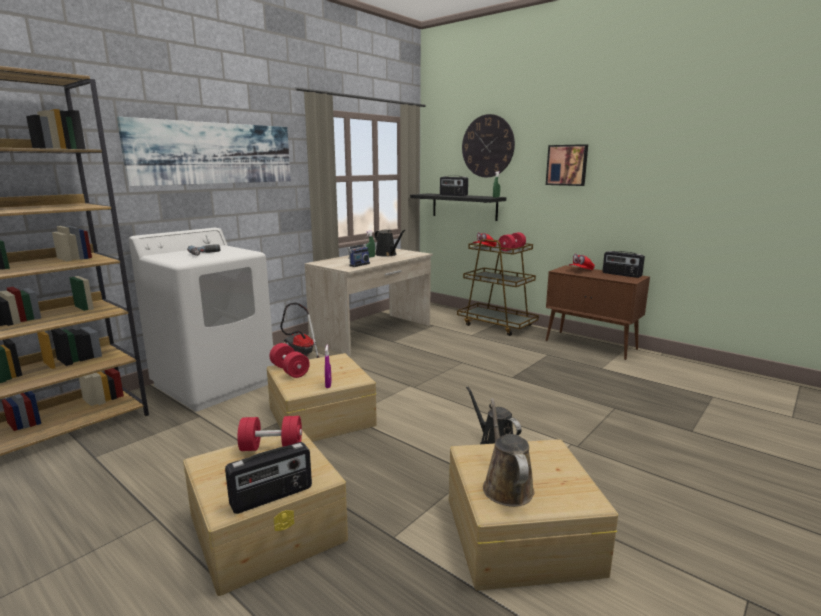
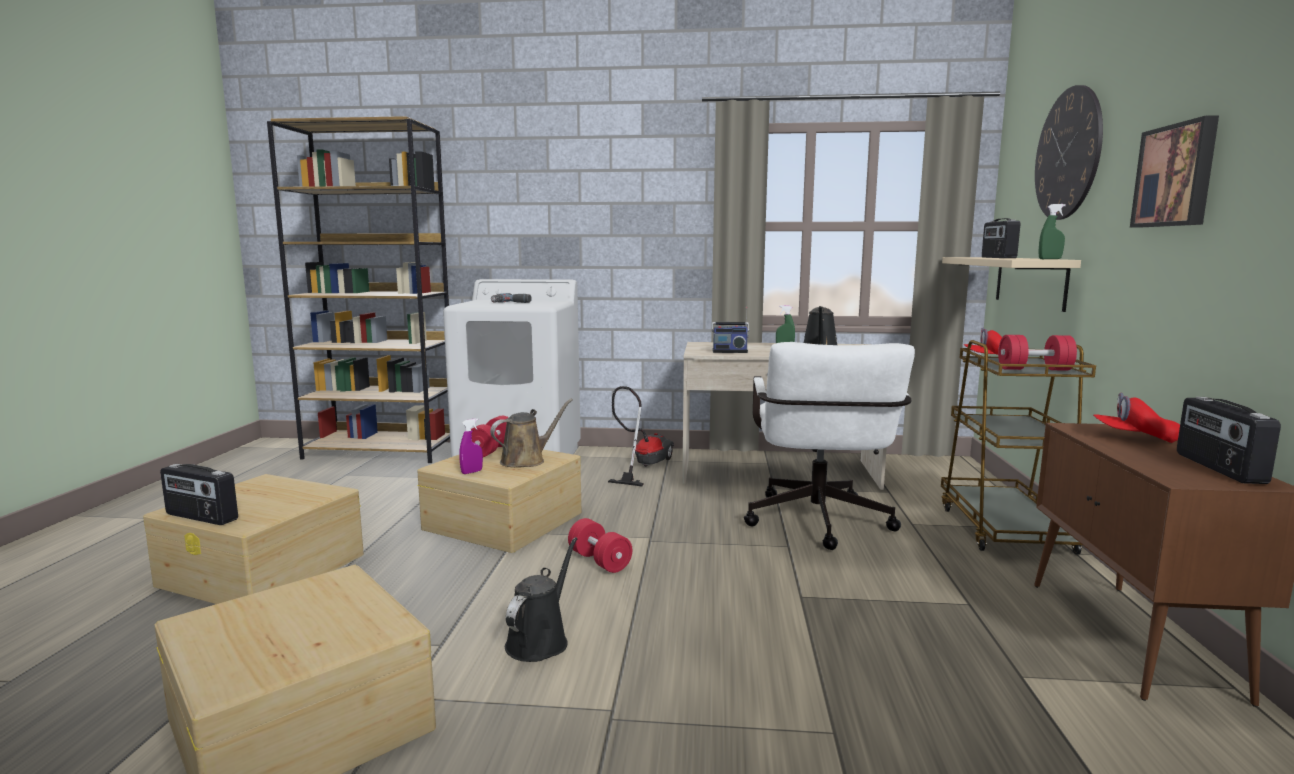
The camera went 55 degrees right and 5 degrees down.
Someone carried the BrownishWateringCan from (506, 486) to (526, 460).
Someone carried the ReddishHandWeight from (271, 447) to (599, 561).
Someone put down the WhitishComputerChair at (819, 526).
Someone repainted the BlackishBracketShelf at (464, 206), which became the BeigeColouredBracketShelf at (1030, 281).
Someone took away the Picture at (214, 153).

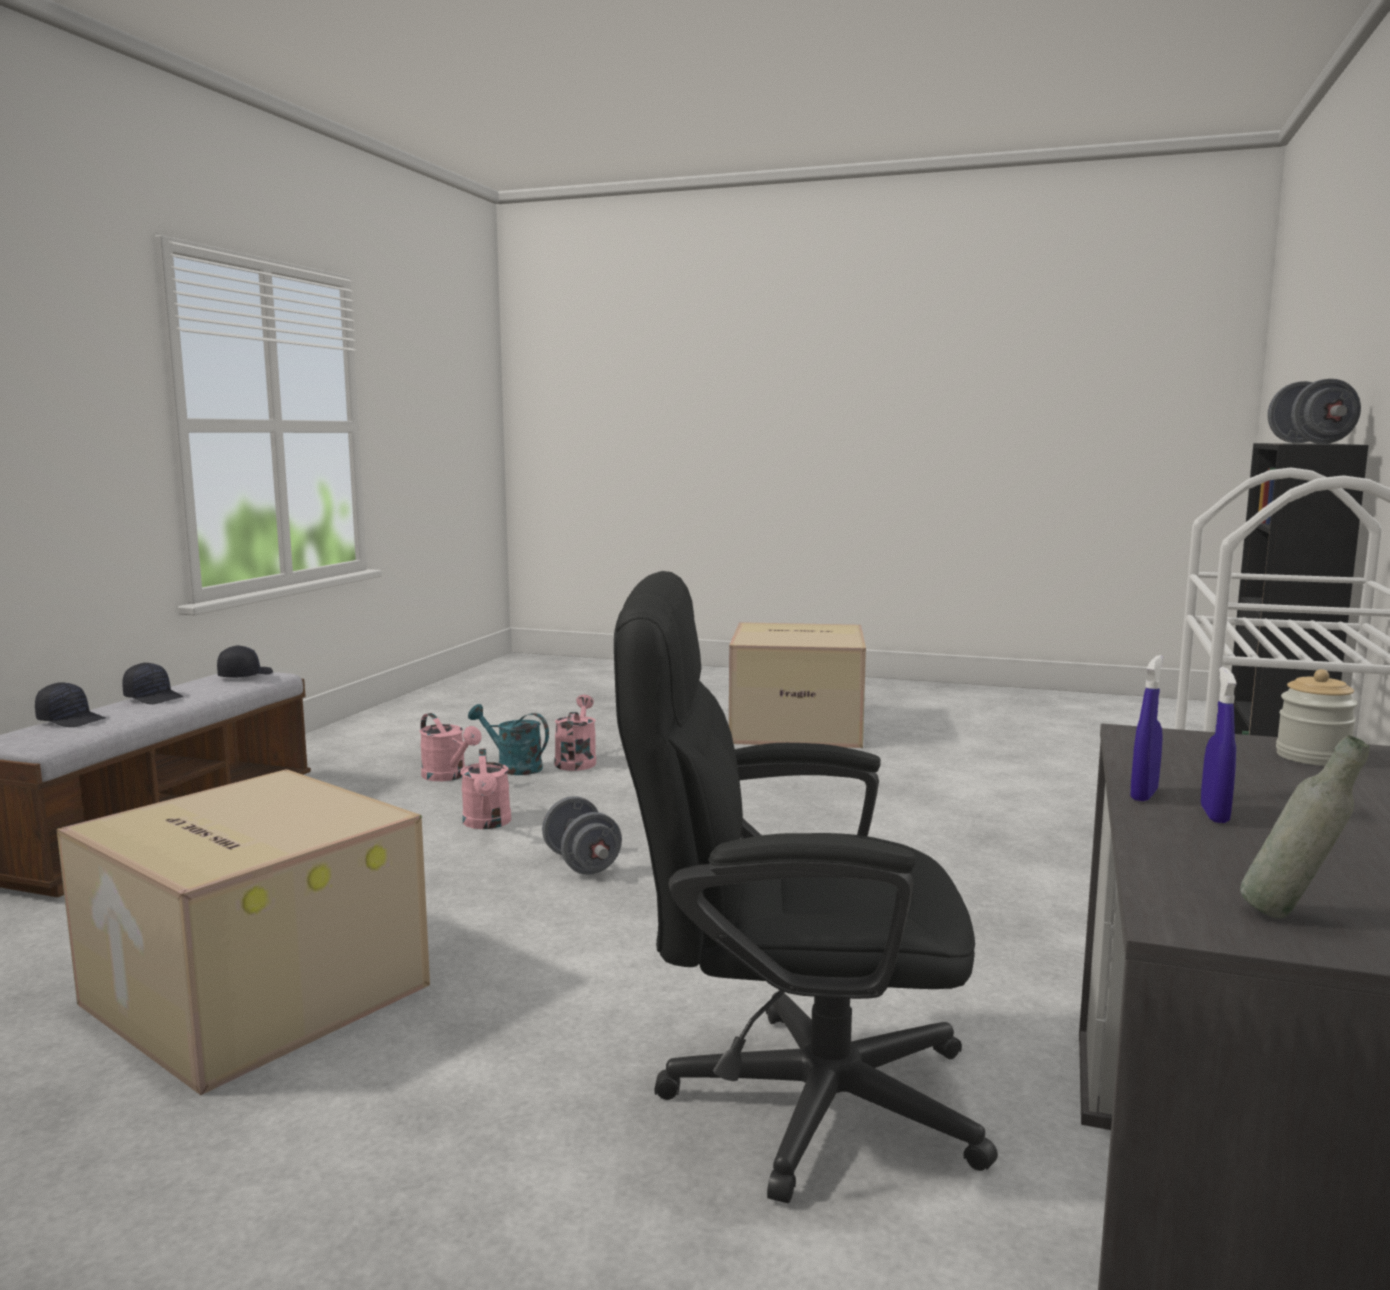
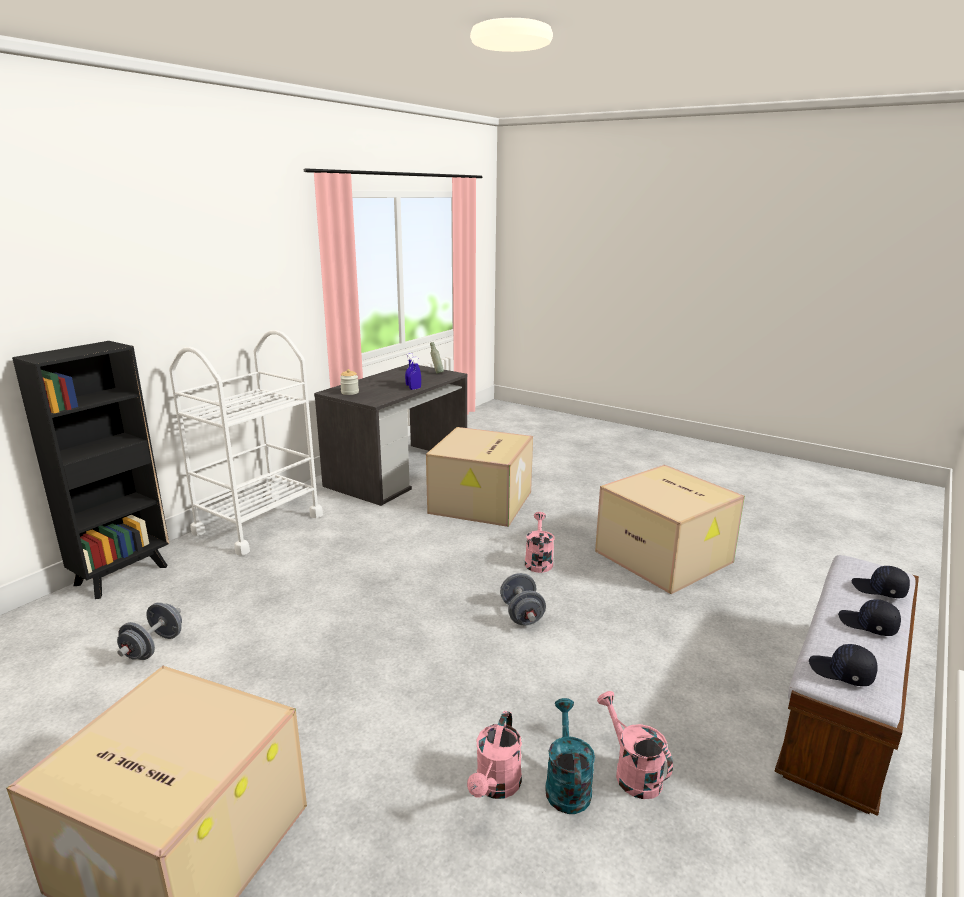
The camera went 165 degrees left and 10 degrees up.
Someone carried the GreyishHandWeight from (1309, 443) to (153, 647).
Someone swapped the BlackishComputerChair at (791, 1098) for the Carton at (481, 503).
Someone carried the PinkWateringCan from (487, 824) to (538, 561).
Someone rotated the BlueGreenWateringCan at (513, 767) by 135 degrees counterclockwise.
Someone rotated the BlackishPeakedCap at (245, 675) by 90 degrees clockwise.

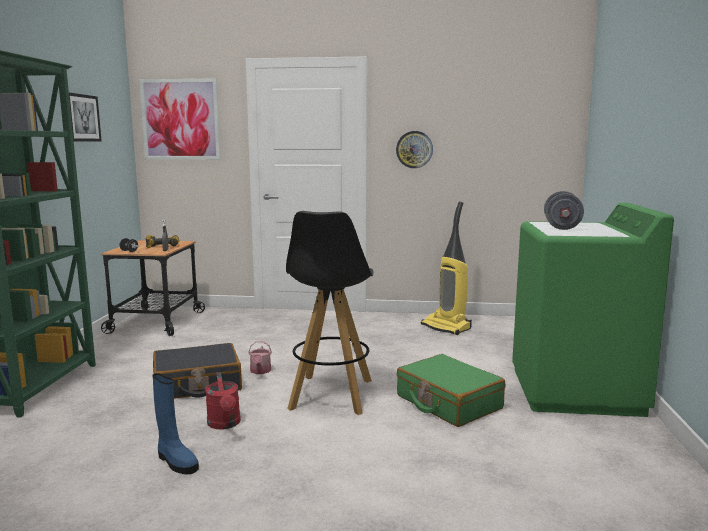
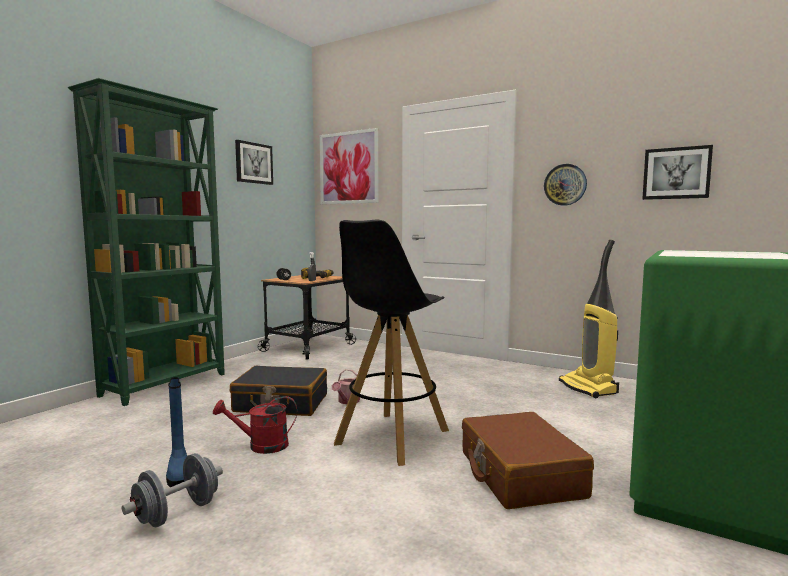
The camera went 25 degrees right and 5 degrees down.
Someone carried the GreyishHandWeight from (561, 227) to (177, 513).
Someone rotated the ReddishWateringCan at (225, 424) by 75 degrees clockwise.
Someone repainted the GreenishPieceOfLuggage at (448, 402), which became the BrownishPieceOfLuggage at (520, 474).
Someone put up the Picture at (676, 173).

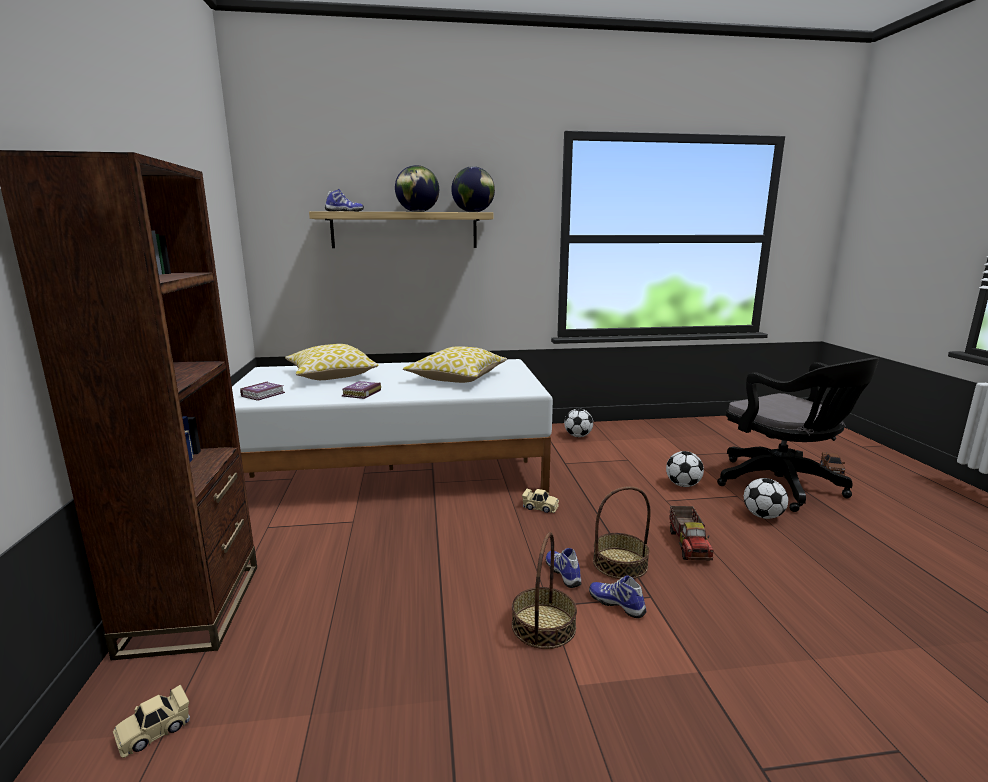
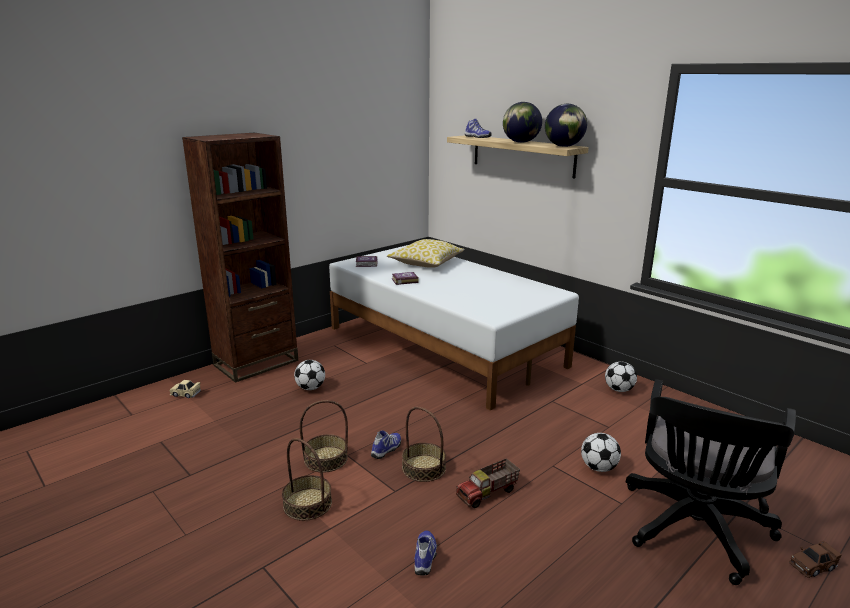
The camera went 55 degrees right and 5 degrees up.
Someone put down the StorageBasket at (307, 504).
Someone carried the BallForFootball from (762, 516) to (310, 388).
Someone carried the Shoe from (617, 604) to (425, 557).
Someone took away the Cushion at (457, 378).
Someone took away the BeigeColouredMiniatureCar at (540, 507).

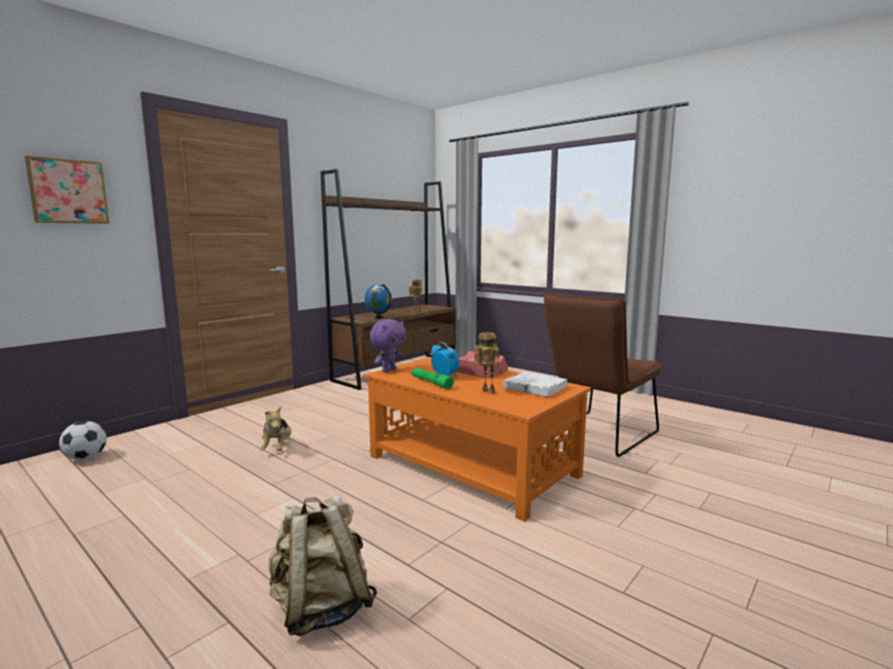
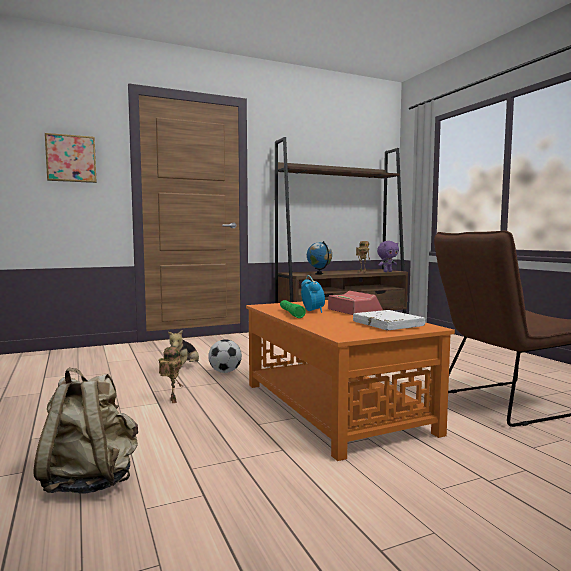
The camera went 25 degrees right and 5 degrees down.
Someone carried the RobotFigure from (486, 392) to (171, 401).
Someone carried the BallForFootball from (86, 458) to (225, 372).
Someone carried the PurplishSoftToy from (388, 370) to (387, 271).

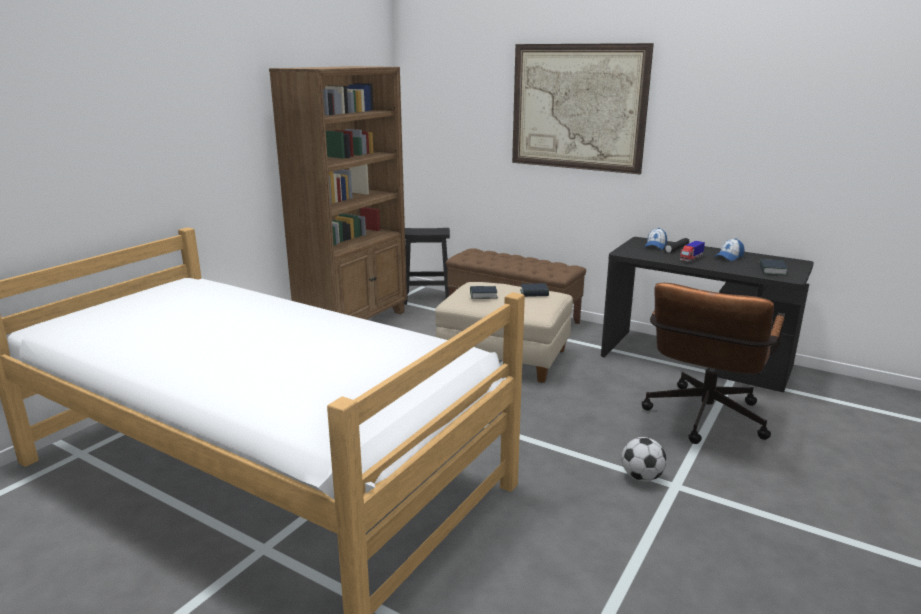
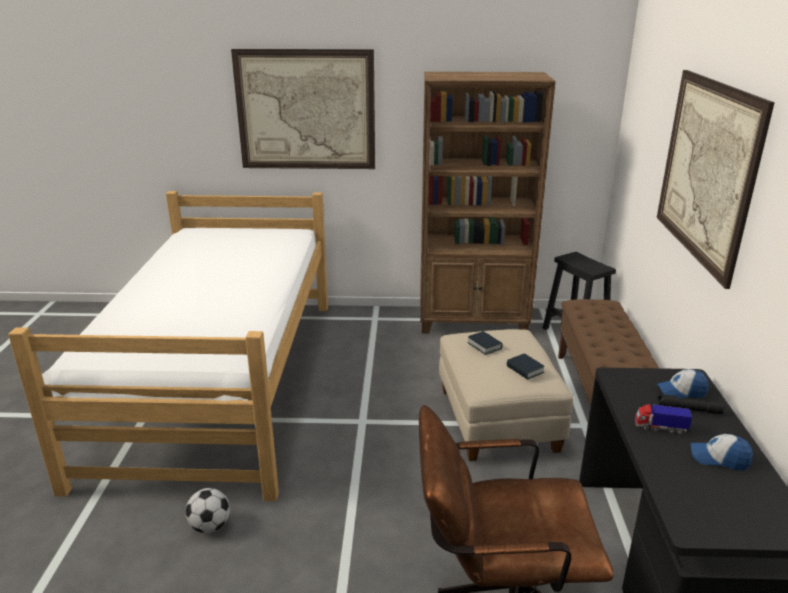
The camera went 60 degrees right and 5 degrees up.
Someone carried the BallForFootball from (641, 477) to (210, 526).
Someone put up the Picture at (306, 110).
Someone took away the BoundBook at (772, 271).

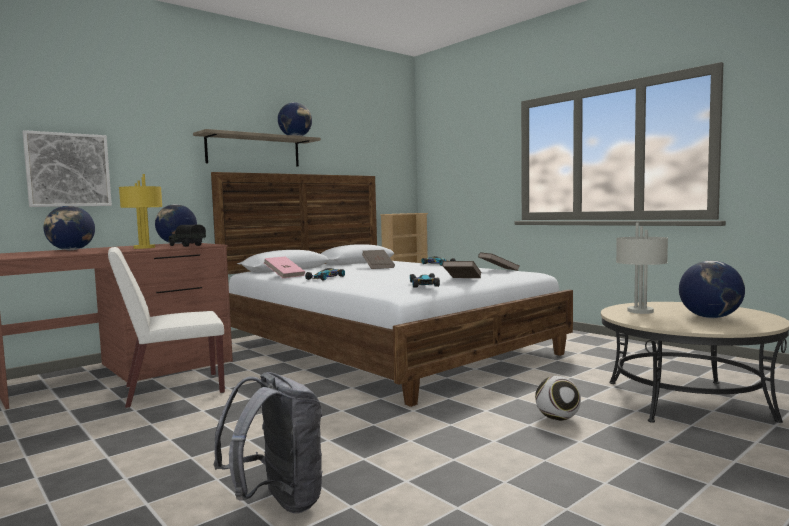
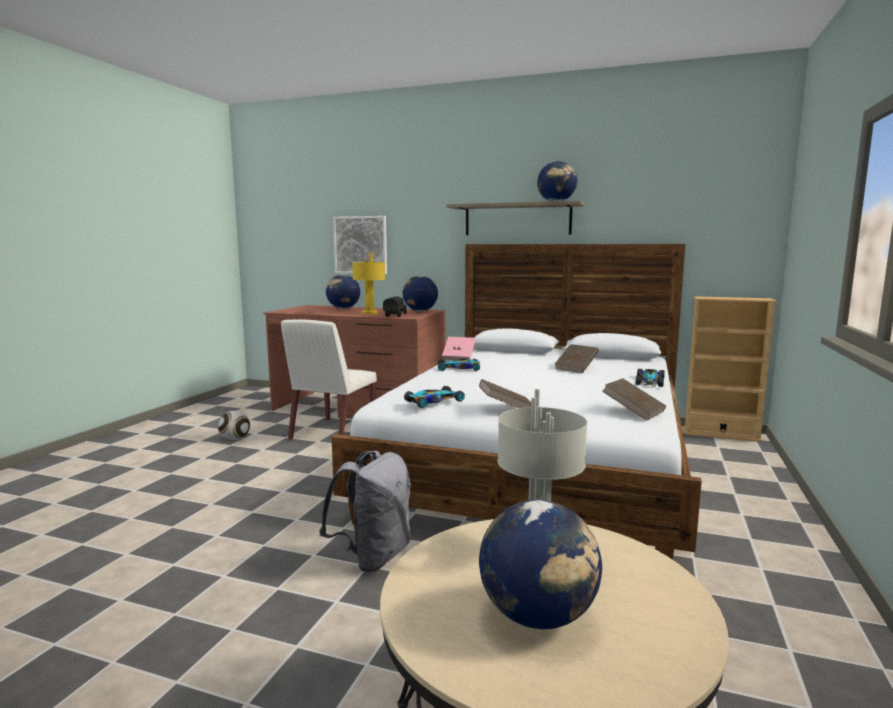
The camera went 60 degrees right and 5 degrees up.
Someone carried the BallForFootball from (558, 419) to (235, 440).
Someone rotated the WhitishPlainChair at (172, 390) by 105 degrees counterclockwise.
Someone carried the GreyishRucksack from (277, 503) to (373, 557).

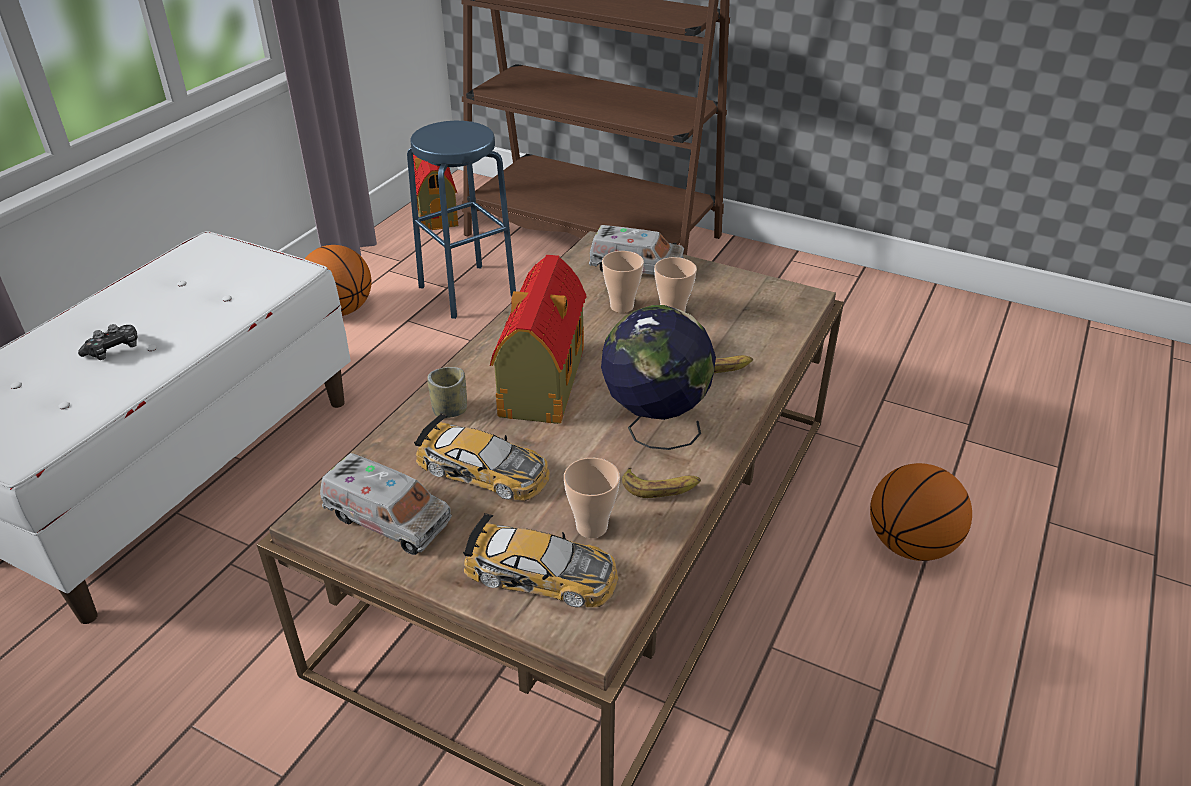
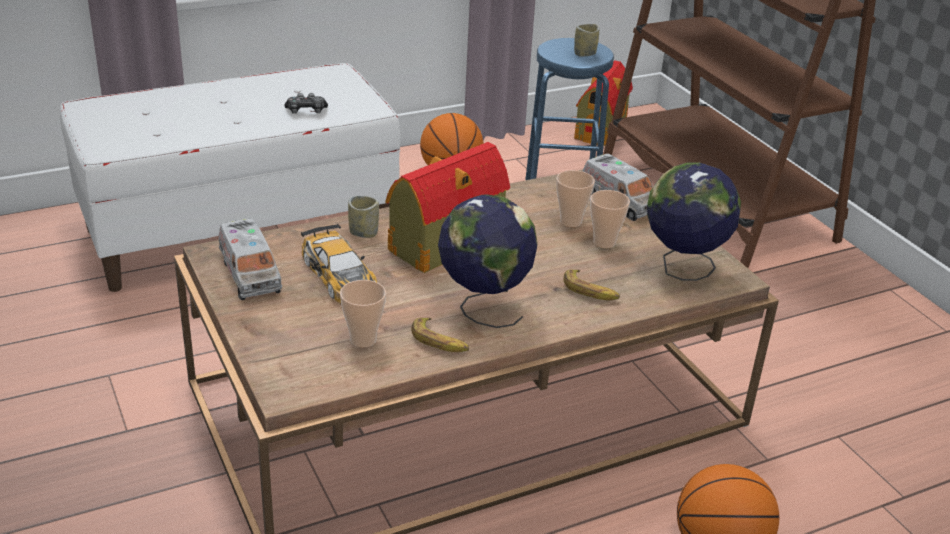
The camera went 35 degrees right and 5 degrees down.
Someone carried the GameController from (113, 350) to (306, 111).
Someone put down the DrinkingCup at (584, 54).
Someone put down the DeskGlobe at (682, 268).
Someone took away the MiniatureCar at (542, 573).

